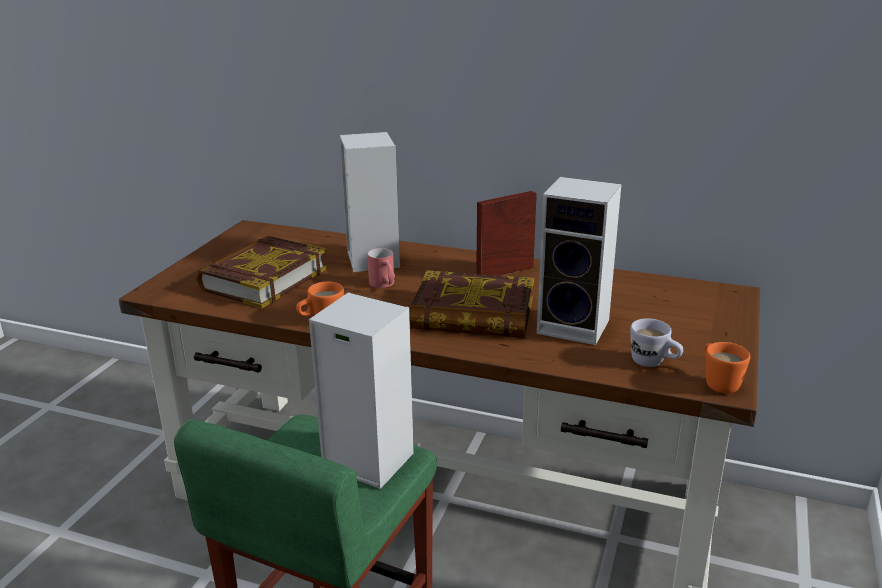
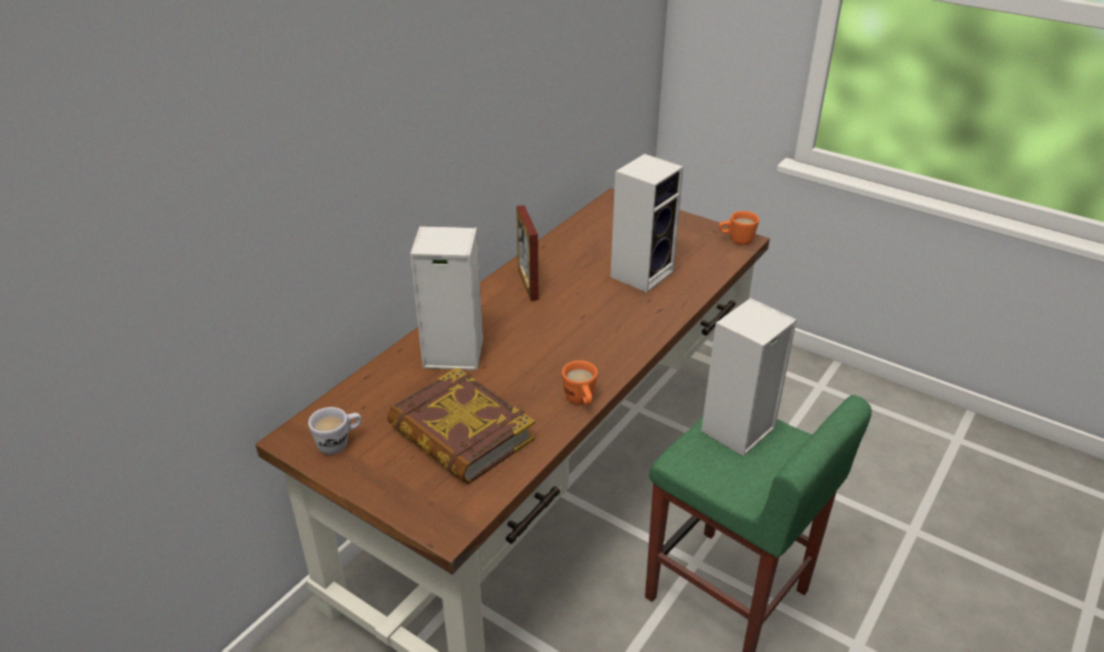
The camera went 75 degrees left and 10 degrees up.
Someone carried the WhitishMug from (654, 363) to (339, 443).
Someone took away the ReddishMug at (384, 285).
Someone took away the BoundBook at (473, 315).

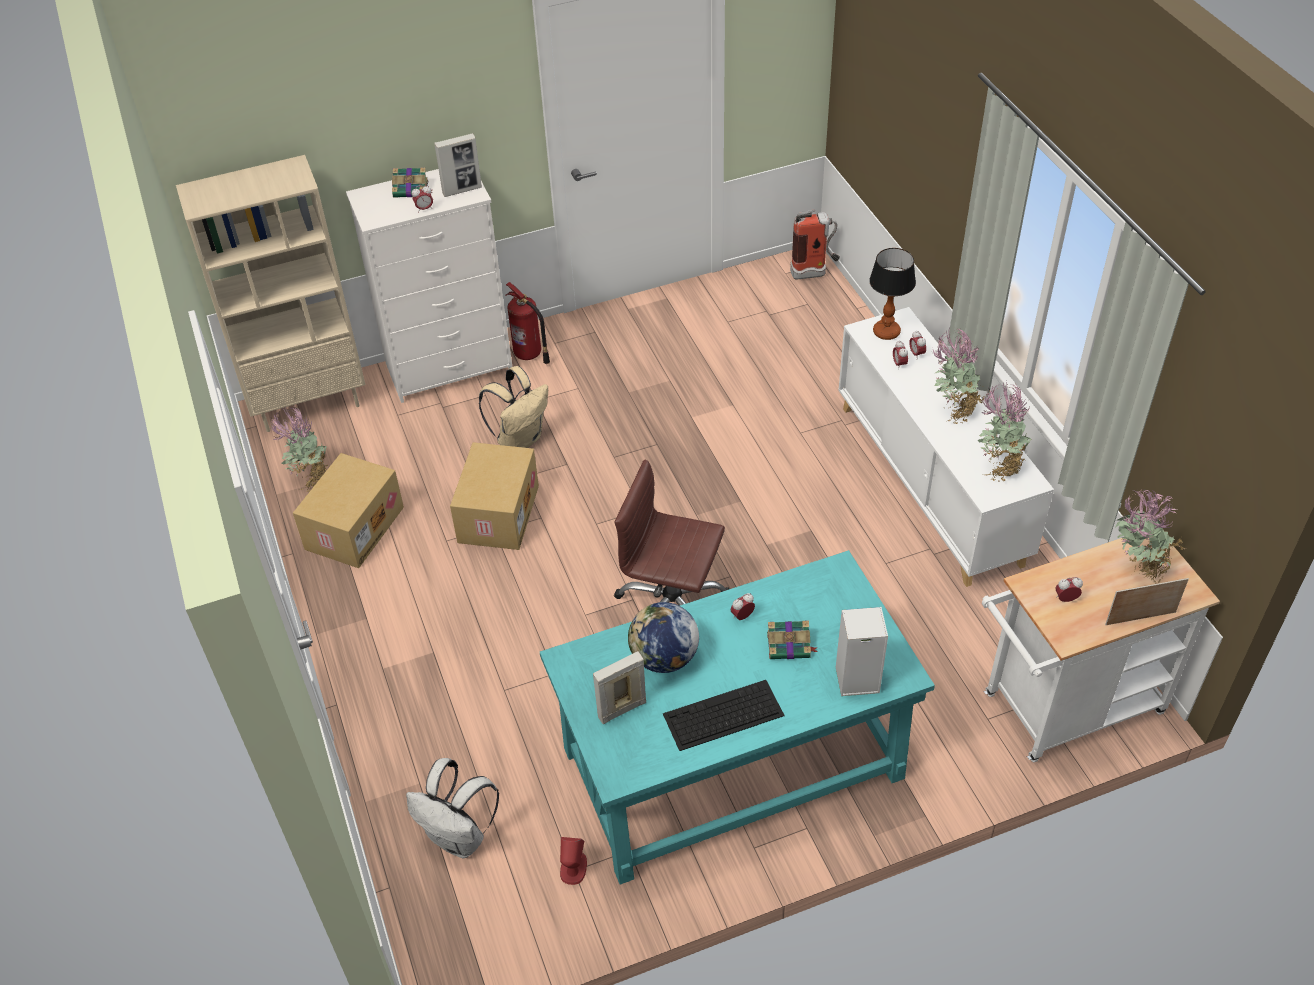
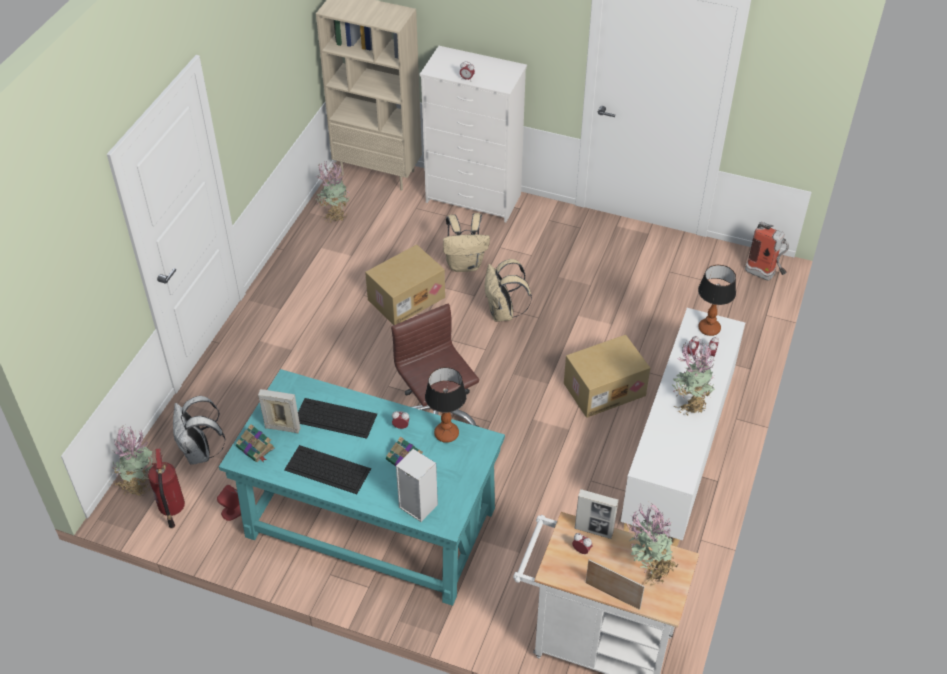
The camera went 40 degrees right and 0 degrees up.
Someone carried the PlantInAPot from (998, 467) to (139, 484).
Someone carried the FireExtinguisher from (529, 354) to (171, 509).
Someone carried the BoundBook from (411, 189) to (256, 448).
Someone swapped the DeskGlobe at (664, 658) for the PcKeyboard at (334, 418).
Someone put down the TableLamp at (446, 434).
Someone put down the BeigeColouredRucksack at (503, 313).
Someone carried the Carton from (353, 527) to (604, 388).
Someone carried the StandingFrame from (462, 190) to (594, 530).

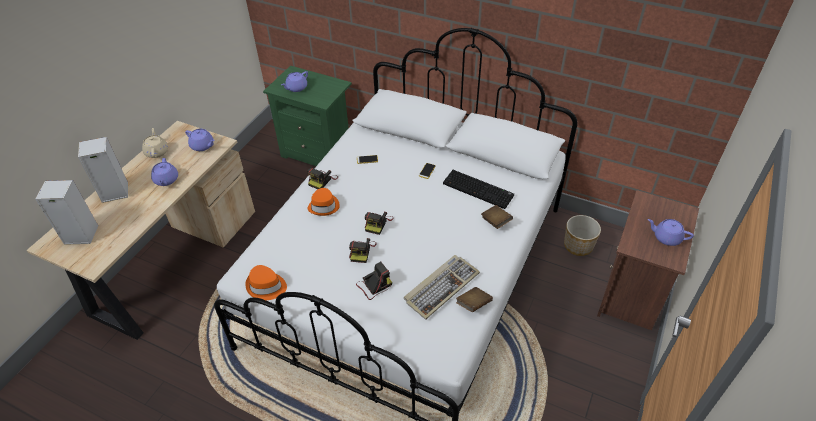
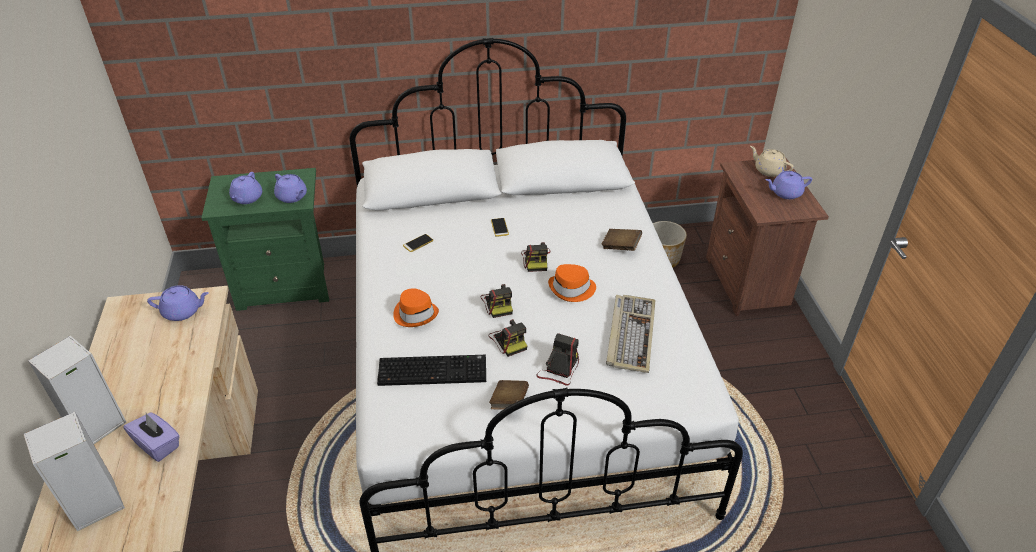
The camera went 35 degrees left and 5 degrees down.
Someone put down the PurplishTissueHolder at (158, 445).
Someone carried the PurplishPotForTea from (166, 180) to (292, 197).
Someone carried the PcKeyboard from (479, 189) to (433, 370).
Someone carried the BrownishBoundBook from (473, 304) to (509, 402).
Someone carried the StillCamera from (322, 180) to (536, 260).
Someone carried the OrangeClothingHat from (266, 286) to (572, 289).
Someone carried the BeigeColouredPotForTea from (157, 151) to (768, 170).

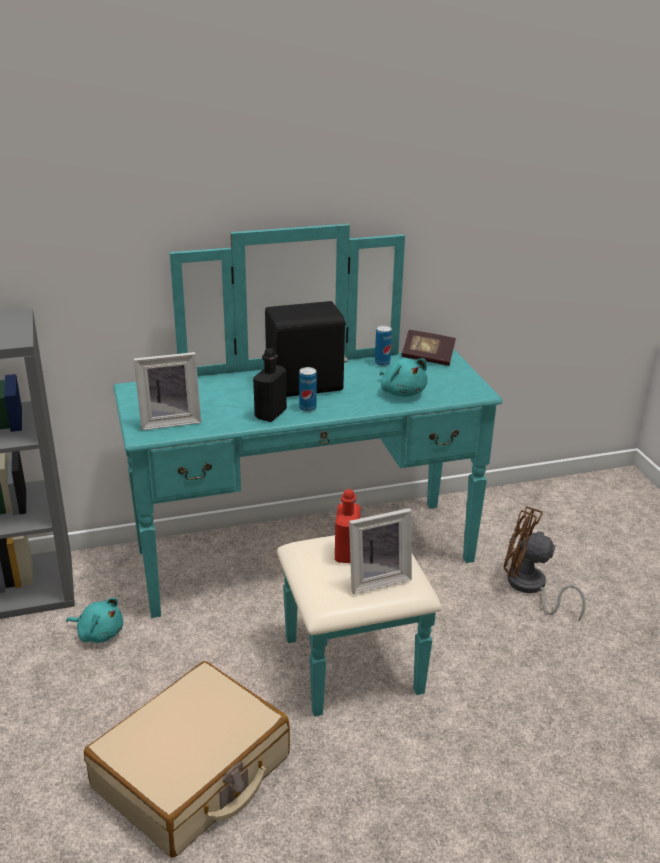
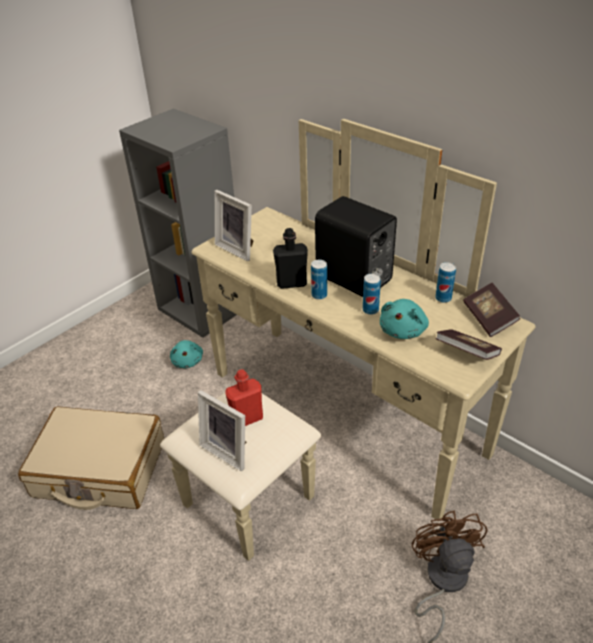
The camera went 60 degrees right and 10 degrees up.
Someone repainted the BlueGreenDrawerChest at (317, 577), which became the BeigeColouredDrawerChest at (325, 431).
Someone put down the Can at (370, 310).
Someone put down the BoundBook at (466, 353).

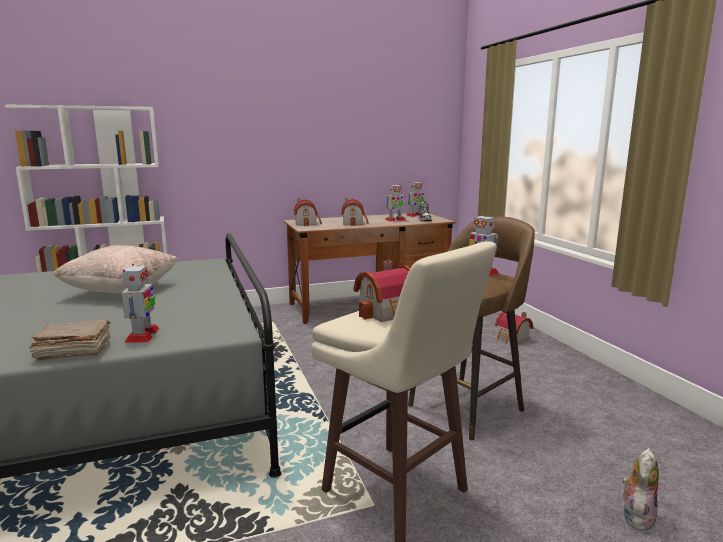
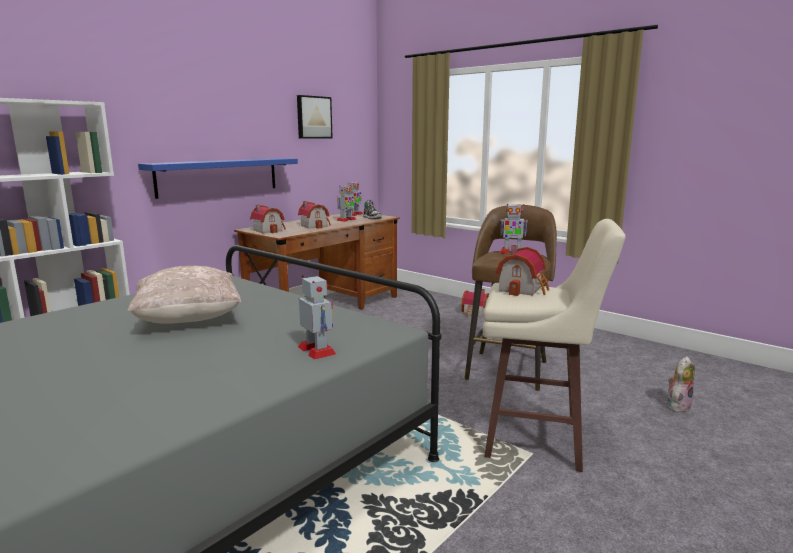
The camera went 30 degrees left and 0 degrees up.
Someone put up the BlueColouredBracketShelf at (219, 176).
Someone put up the Picture at (313, 117).
Someone rotated the SoftToy at (636, 516) by 45 degrees clockwise.
Someone took away the BrownishBoundBook at (73, 351).

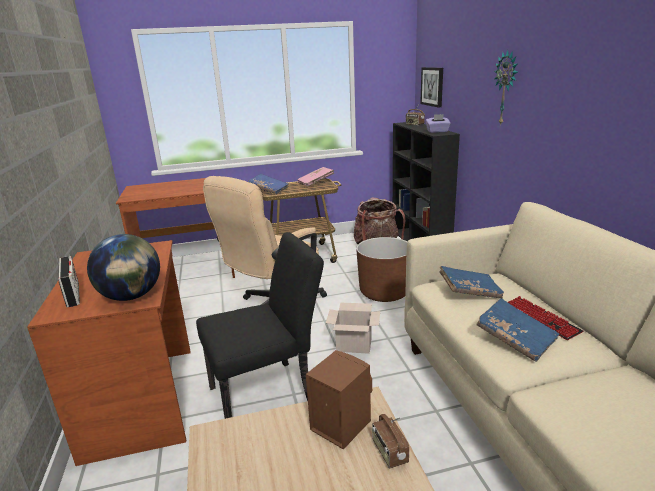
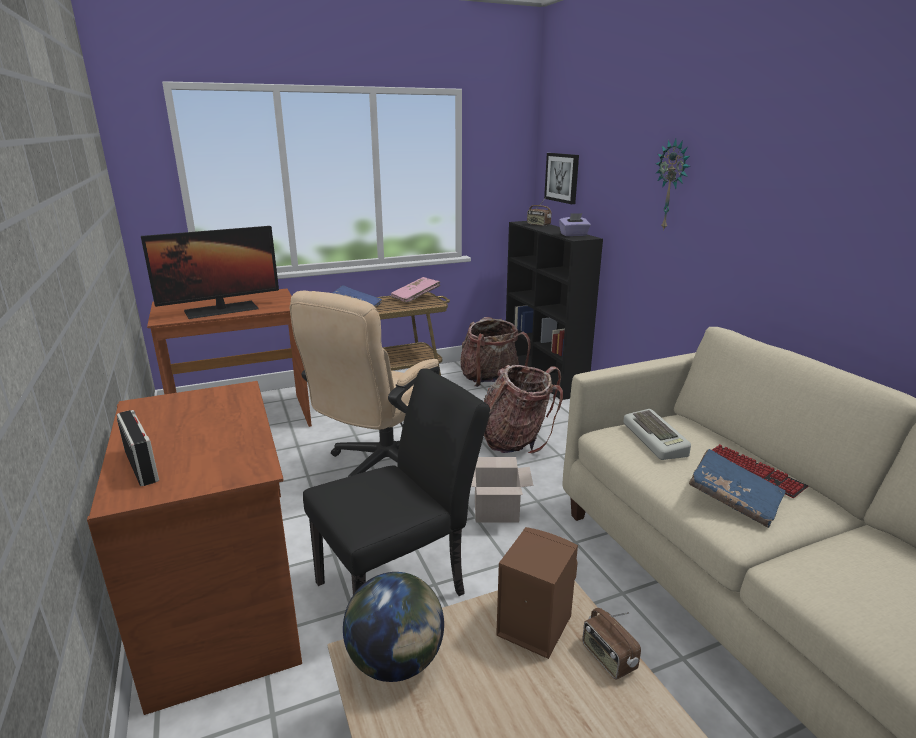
The camera went 10 degrees left and 0 degrees up.
Someone put down the ComputerDisplay at (221, 310).
Someone carried the DeskGlobe from (132, 296) to (396, 661).
Someone swapped the BrownishFlowerPot at (384, 292) for the Rucksack at (516, 440).
Someone swapped the BlueColouredBoundBook at (469, 291) for the PcKeyboard at (656, 440).

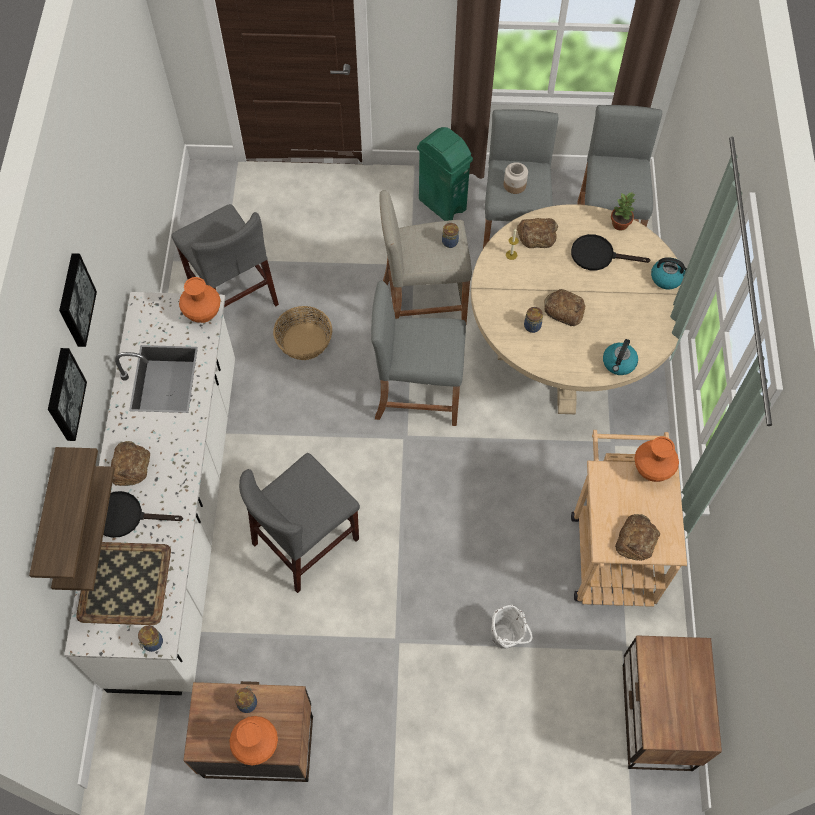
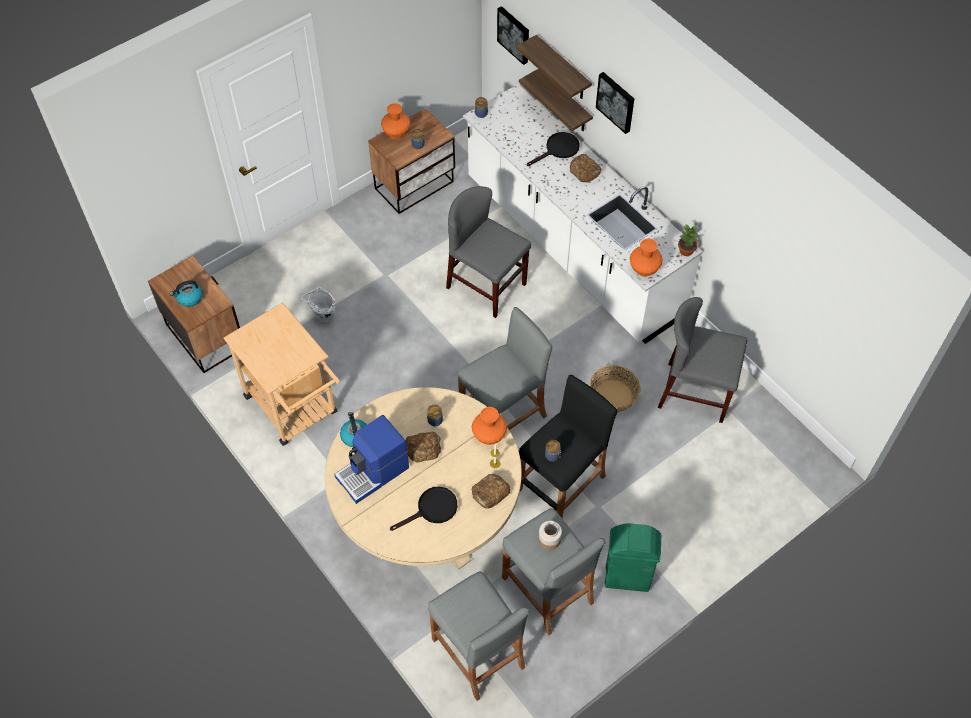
The camera went 140 degrees right and 5 degrees down.
Someone carried the TeaKettle from (667, 278) to (189, 298).
Someone put down the CoffeeMachine at (373, 472).
Someone rotated the GreyishPlainChair at (306, 541) by 60 degrees counterclockwise.
Someone carried the OrangeVase from (651, 469) to (489, 436).
Someone carried the Picture from (74, 300) to (514, 34).
Someone repainted the BeigeColouredStoolSeat at (423, 303), which became the BlackishStoolSeat at (562, 483).
Someone carried the PlantInAPot from (620, 224) to (685, 250).
Someone took away the ServingTray at (125, 584).
Someone took away the BakedBread at (636, 539).

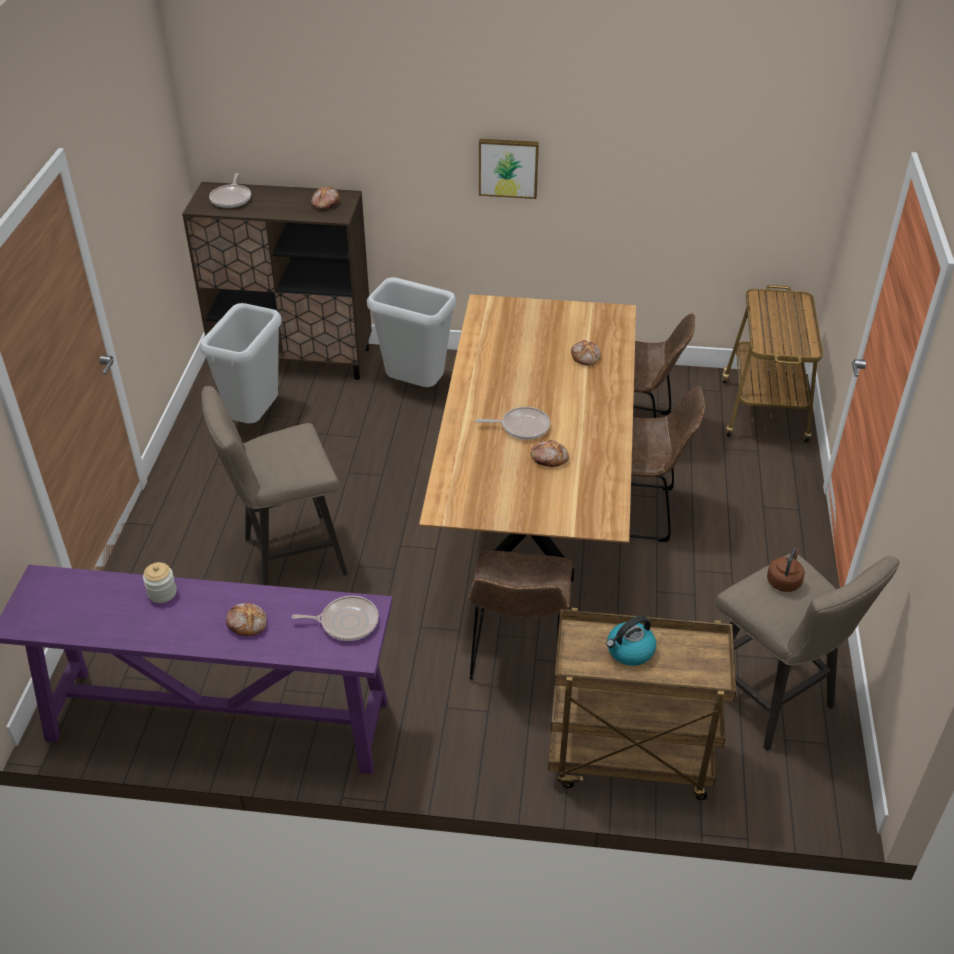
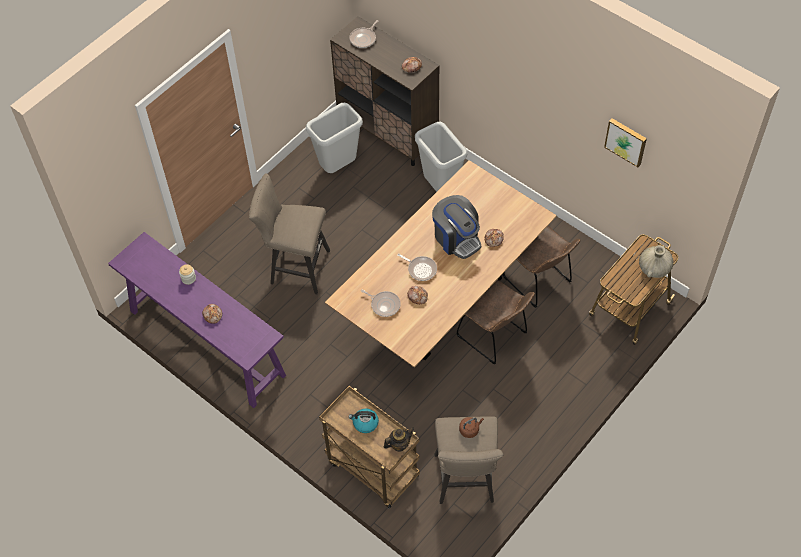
The camera went 35 degrees right and 15 degrees up.
Someone carried the Pan from (346, 622) to (384, 304).
Someone put down the PotForTea at (399, 444).
Someone put down the CoffeeMachine at (456, 238).
Someone carried the Picture from (508, 167) to (626, 141).
Someone put down the BeigeColouredVase at (654, 268).
Someone took away the BrownishPlainChair at (518, 655).

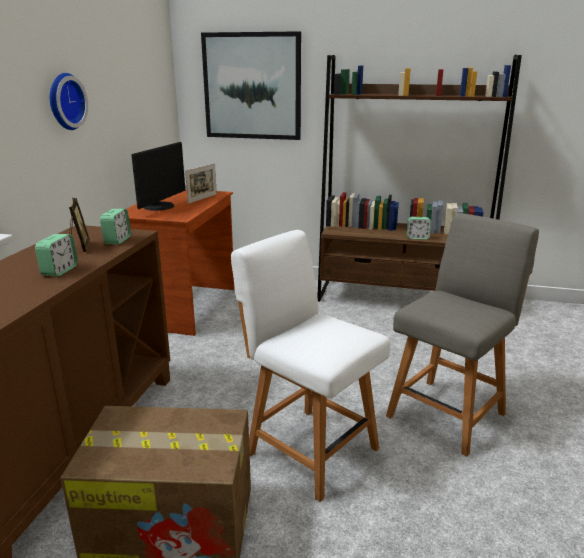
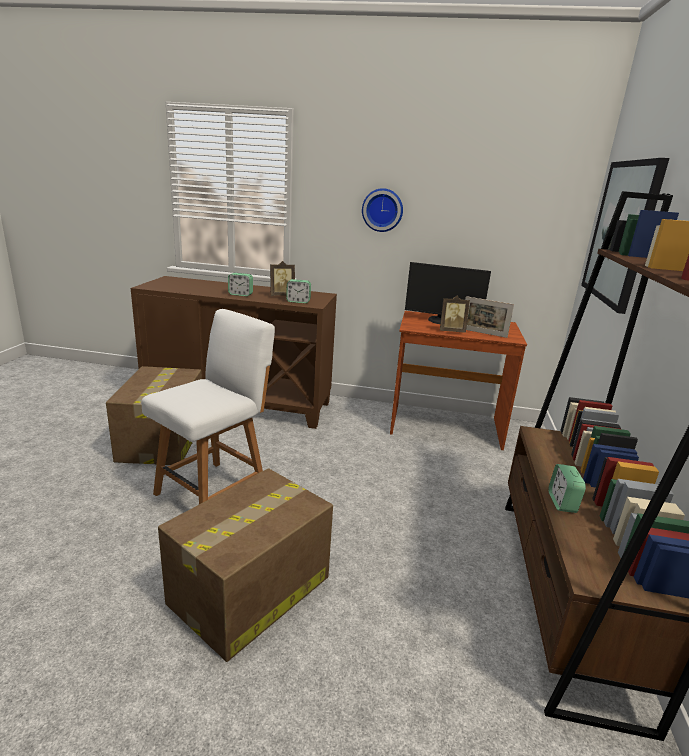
The camera went 85 degrees right and 0 degrees up.
Someone swapped the GreyishPlainChair at (448, 413) for the Carton at (248, 591).
Someone put down the StandingFrame at (451, 331).

